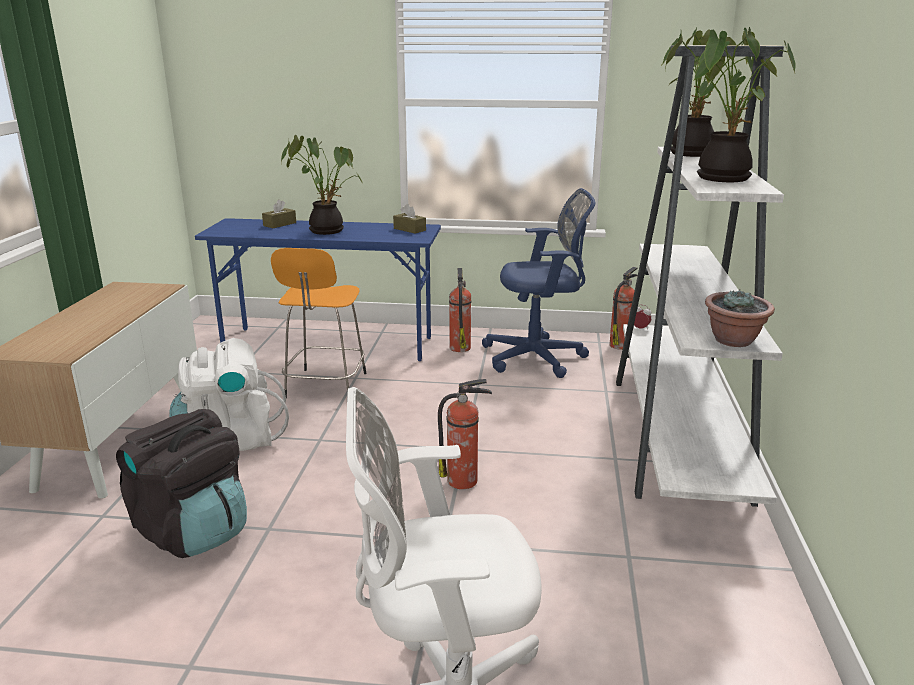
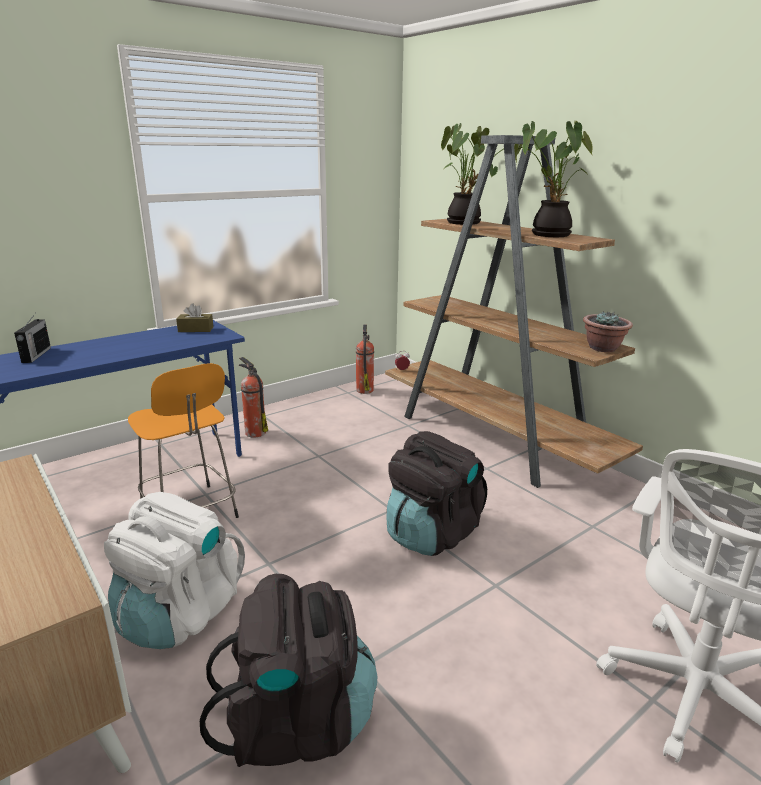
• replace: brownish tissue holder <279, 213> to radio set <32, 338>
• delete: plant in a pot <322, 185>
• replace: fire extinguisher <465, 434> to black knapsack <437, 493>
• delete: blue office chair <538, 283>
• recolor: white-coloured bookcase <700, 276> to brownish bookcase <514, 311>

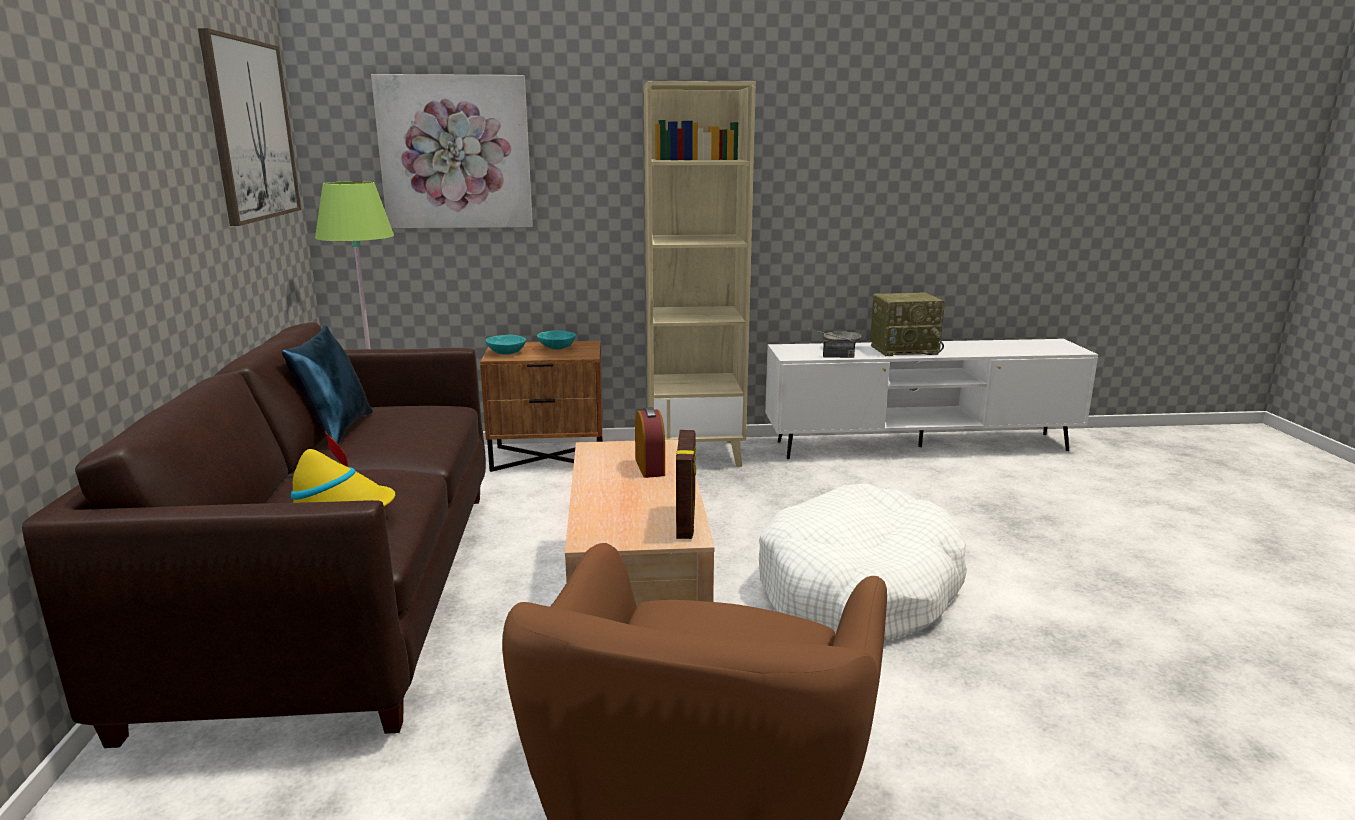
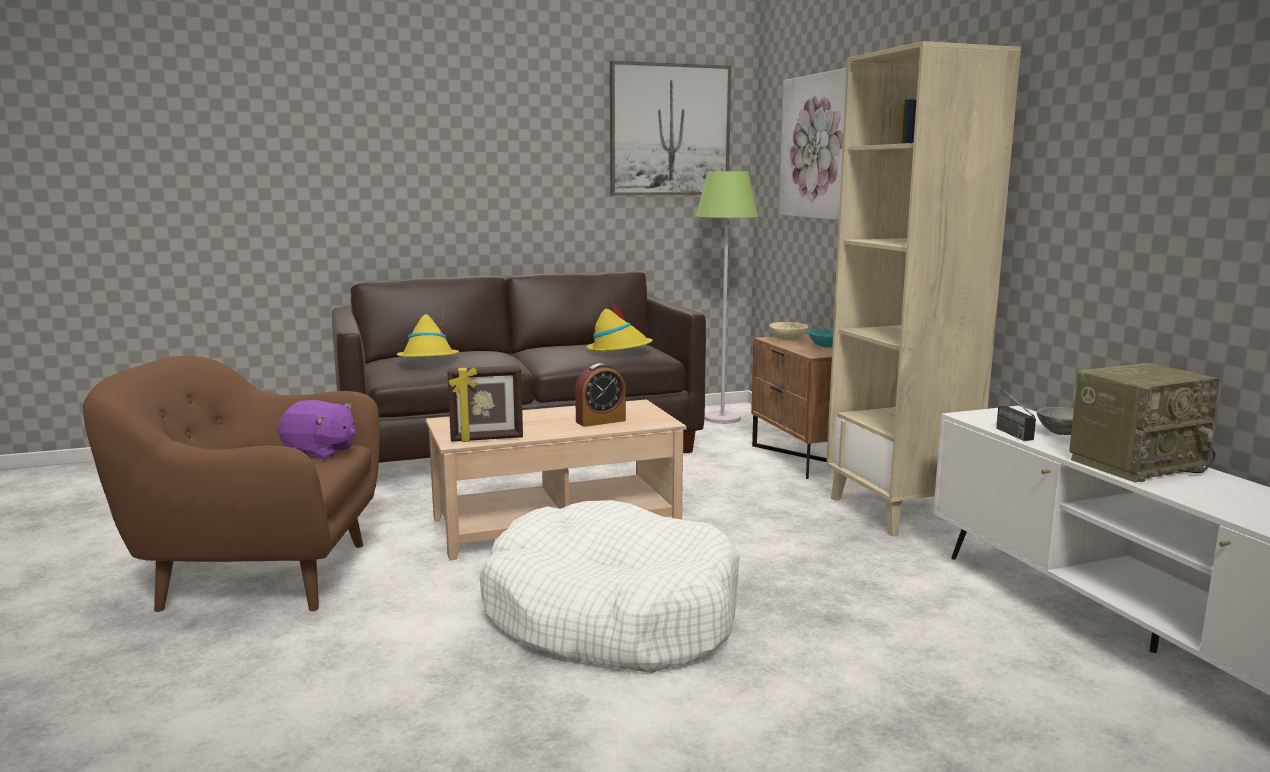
• delete: blue throw pillow <327, 385>
• recolor: blue-green deep dish <506, 345> to beige-coloured deep dish <788, 331>
• rotate: radio set <907, 324> = <1144, 423> 90 degrees counterclockwise
• insert: purple-coloured soft toy <317, 430>
• insert: yellow wearable hat <620, 327>

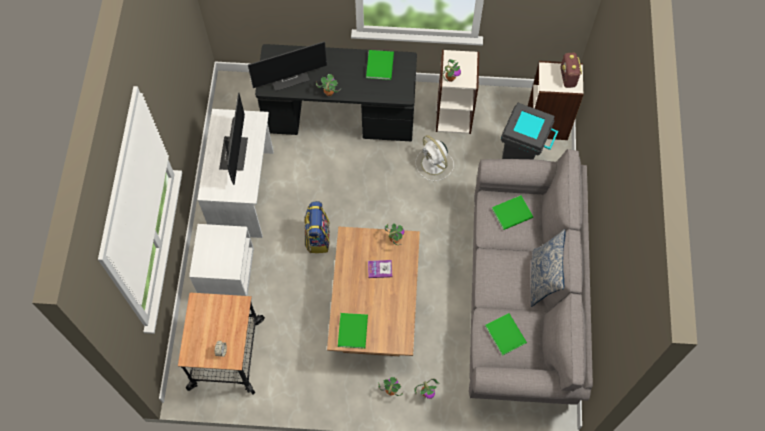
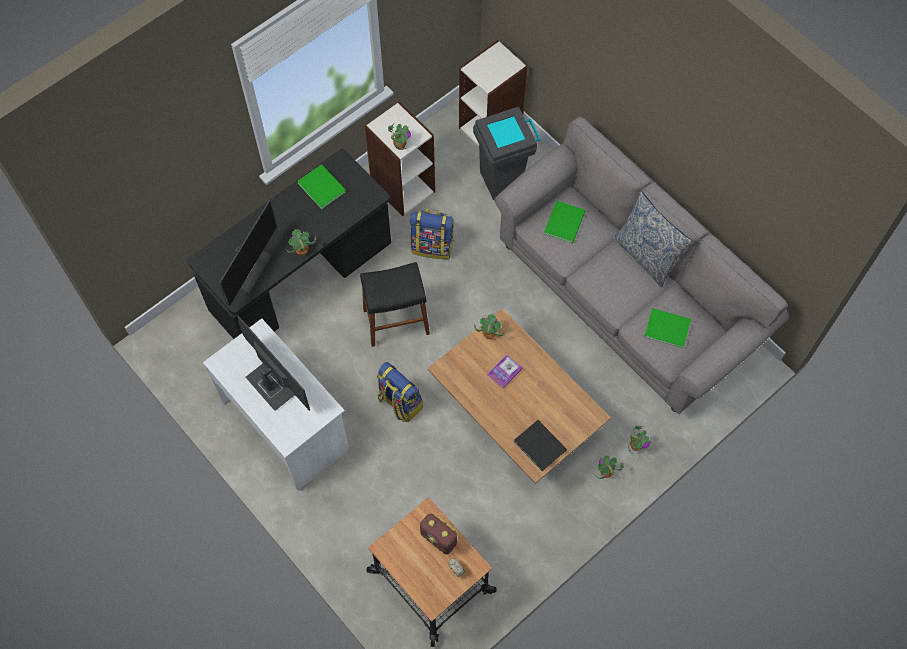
• delete: white-coloured bedside table <221, 260>
• recolor: green book <353, 331> to black book <540, 445>
• replace: white-coloured fan <434, 158> to knapsack <432, 234>
• move: radio set <571, 70> to <438, 534>
• insert: black stool seat <395, 304>

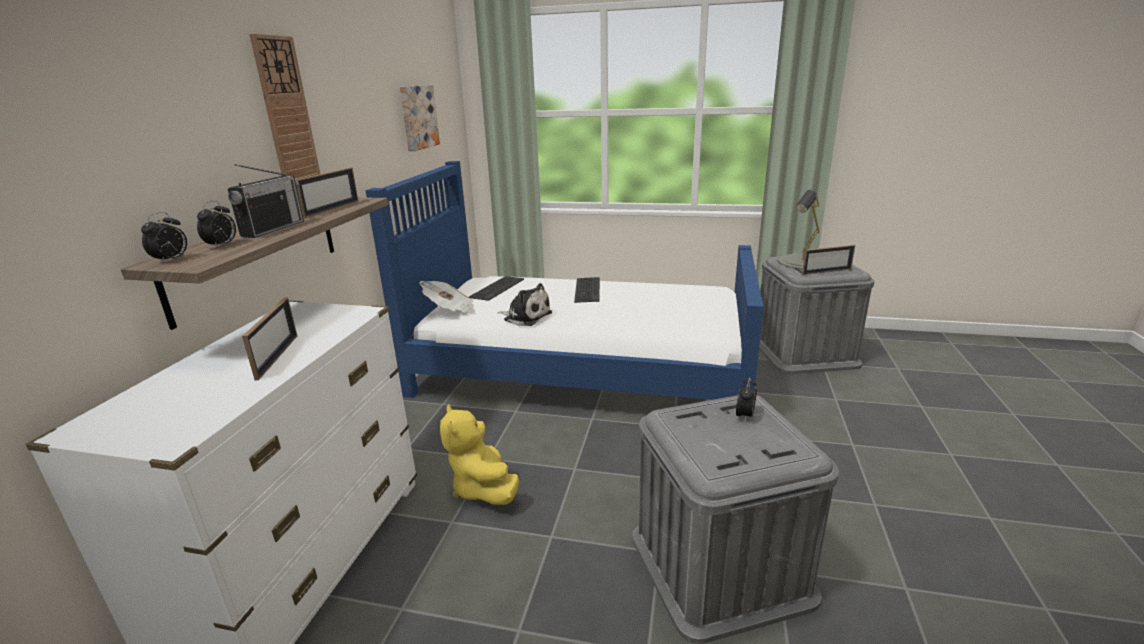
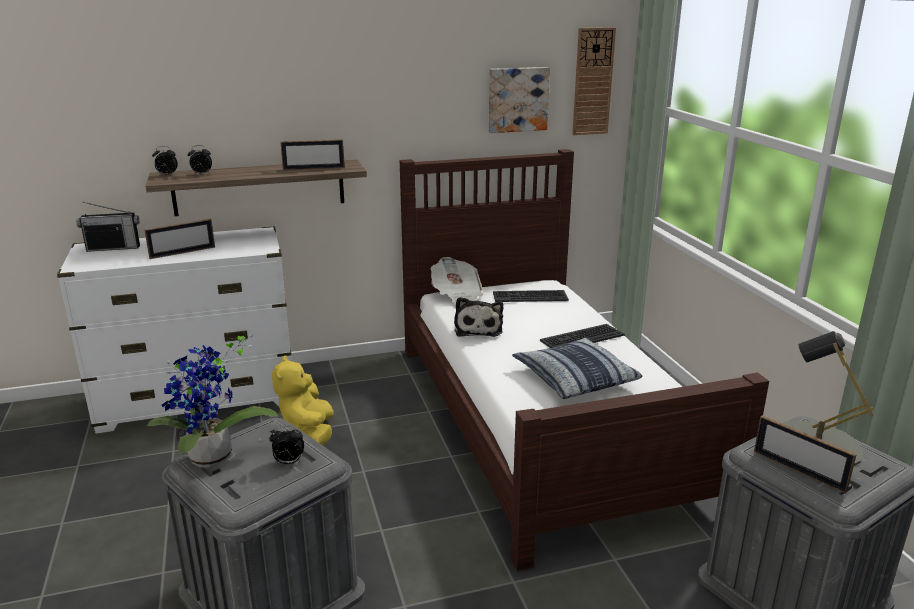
• move: radio set <266, 201> to <108, 227>
• move: hanging clock <284, 106> to <594, 81>
• recolor: blue bed <564, 280> to brownish bed <584, 360>
• rotate: yellow soft toy <479, 455> = <303, 400> 45 degrees counterclockwise
• insert: plant in a pot <212, 401>
• insert: throw pillow <577, 368>

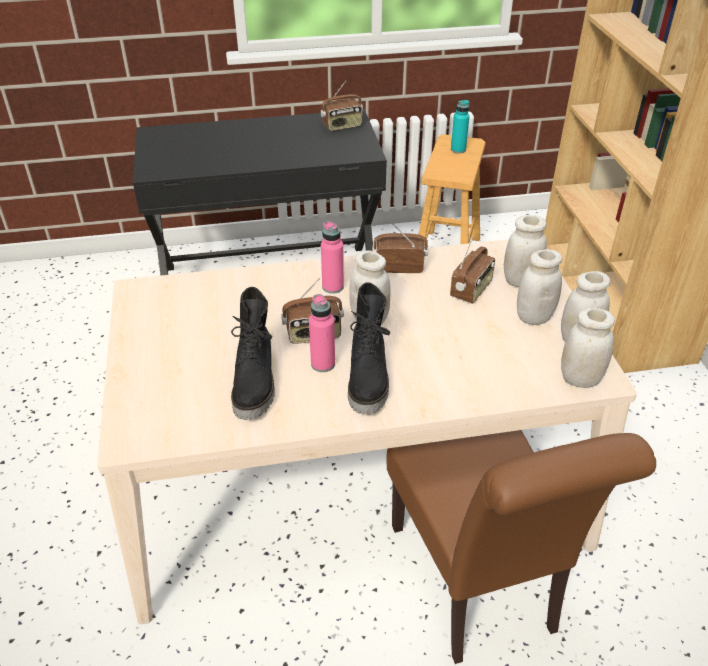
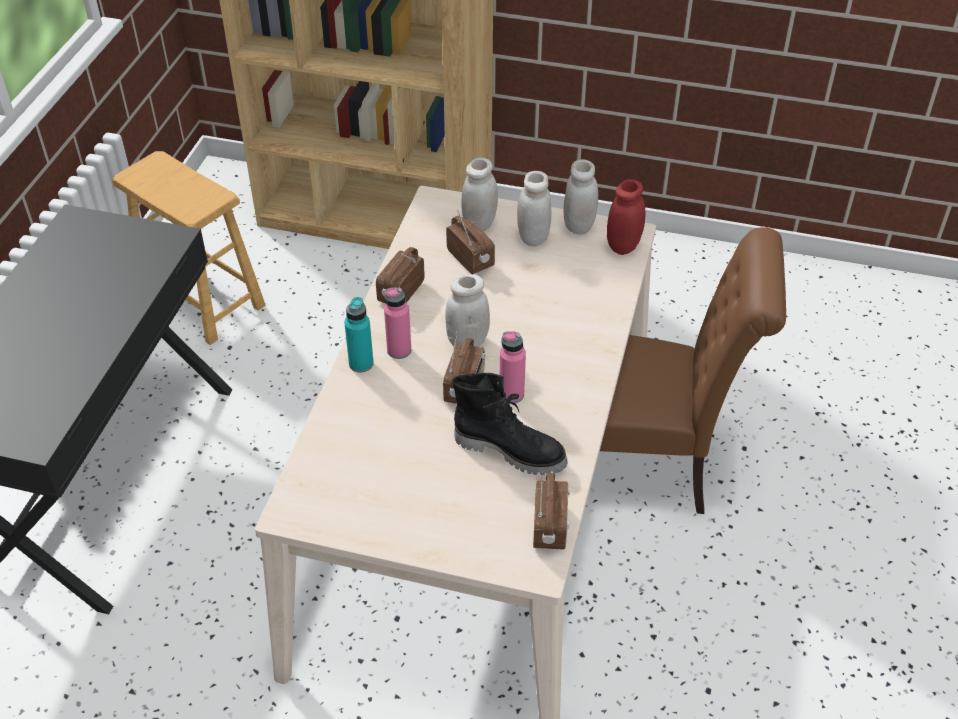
• move: radio set <342, 106> to <551, 510>
• delete: black high-top boot <369, 348>
• move: blue-green bottle <460, 126> to <359, 335>
• recolor: white-coloured jar <588, 348> to reddish jar <626, 217>

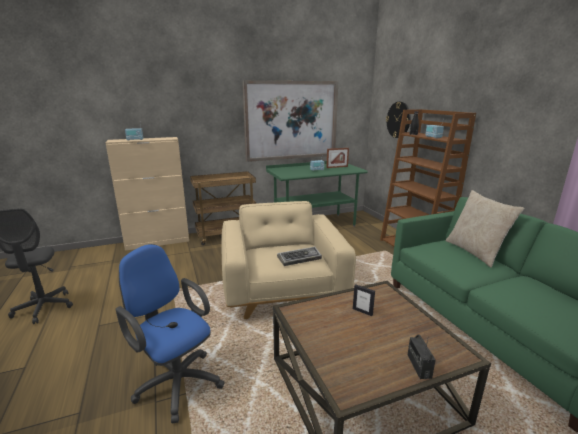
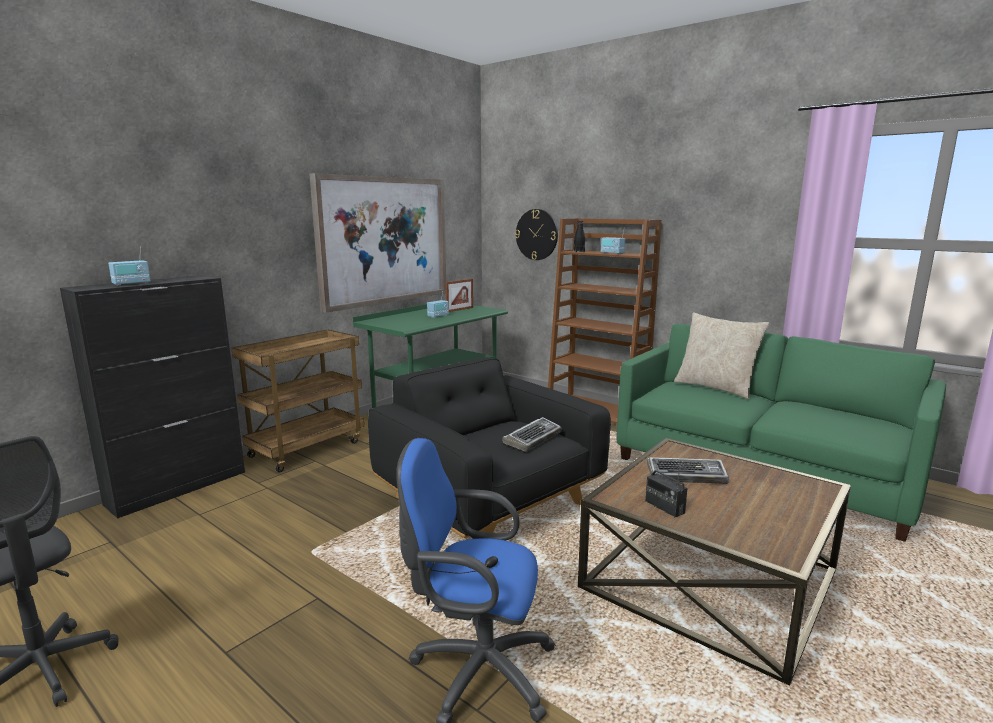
• recolor: beige-coloured storage cabinet <147, 193> to black storage cabinet <152, 397>
• recolor: beige-coloured armchair <288, 260> to black armchair <489, 447>
• replace: standing frame <364, 300> to keyboard <688, 470>
• move: radio set <421, 356> to <666, 491>

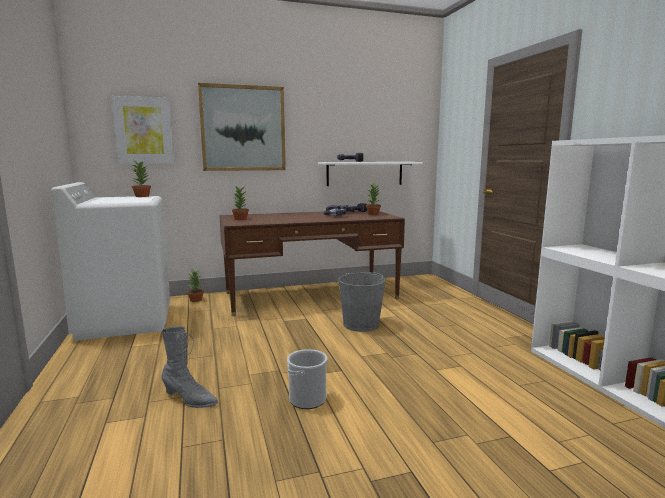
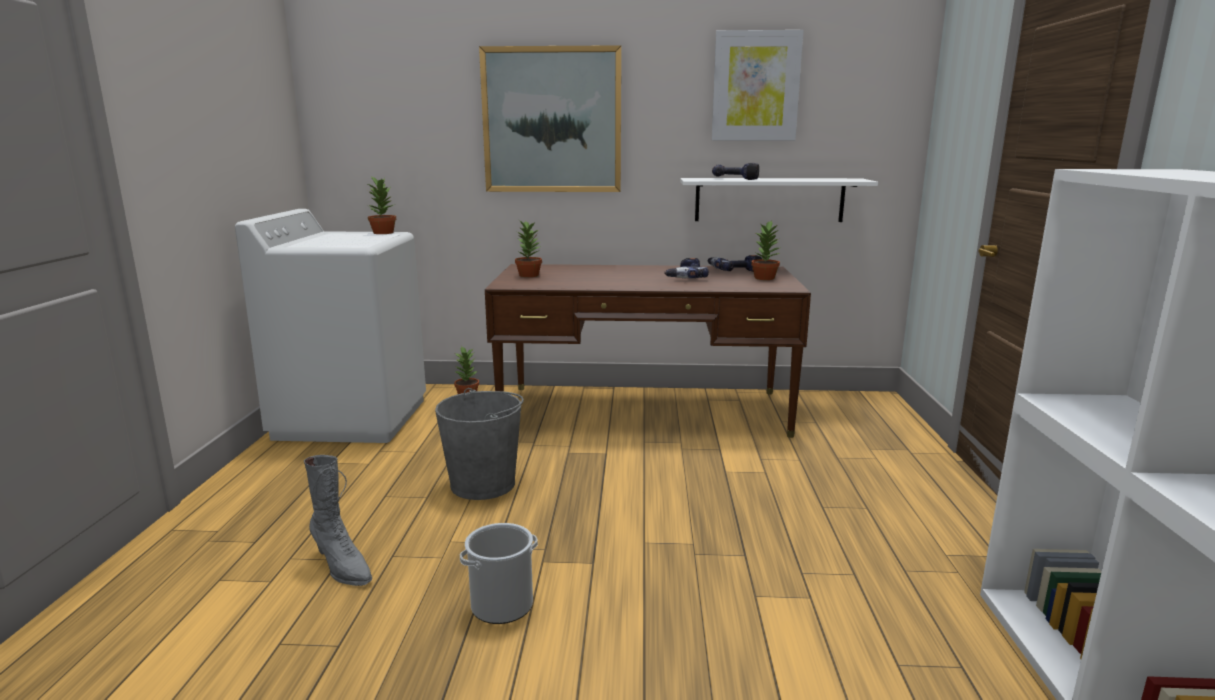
• move: picture <143, 129> to <757, 85>
• move: greyish pail <362, 302> to <479, 444>

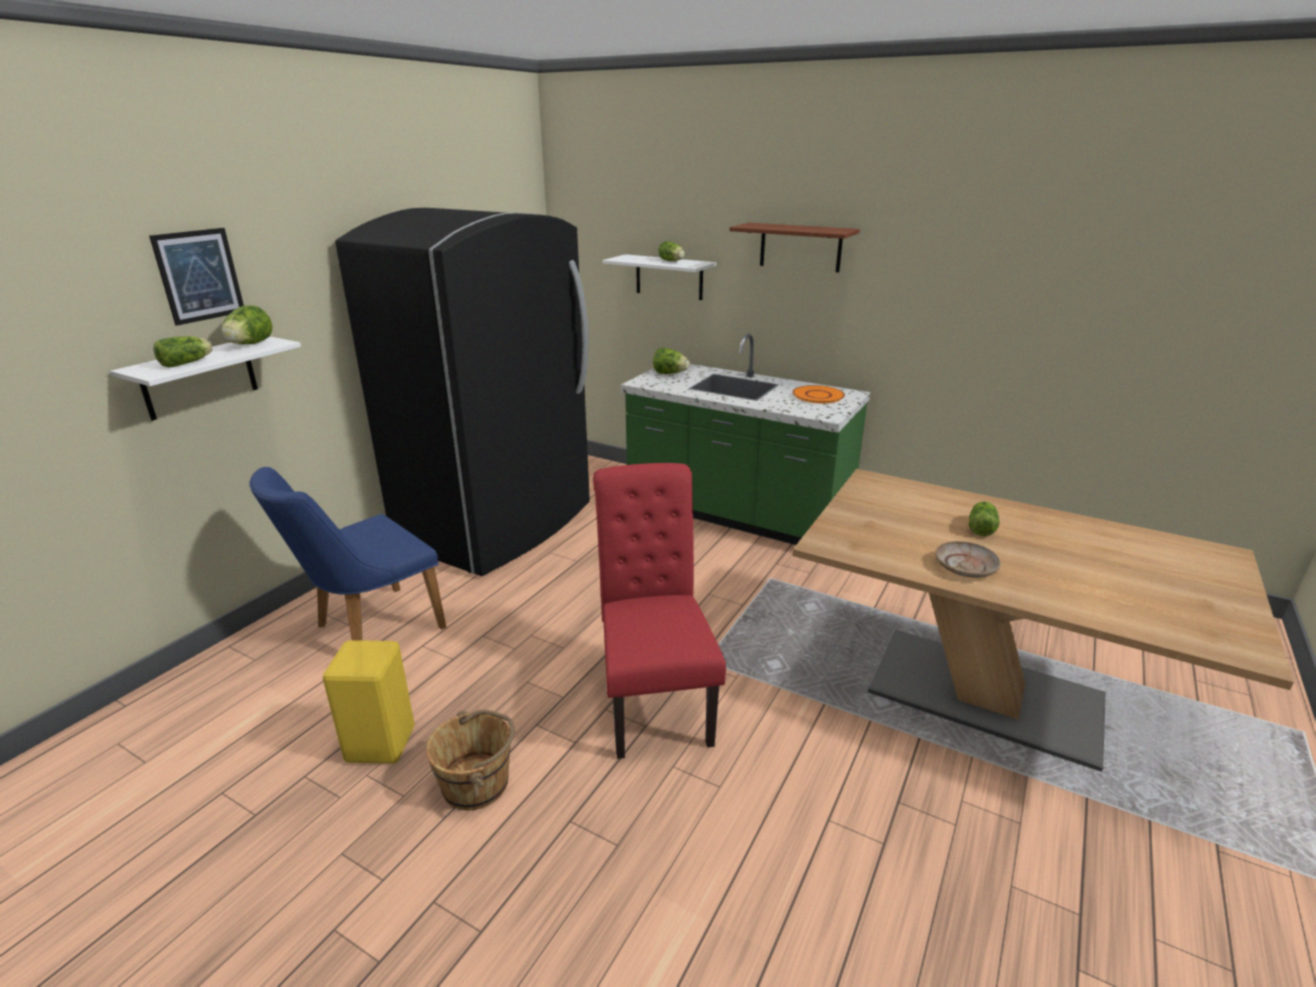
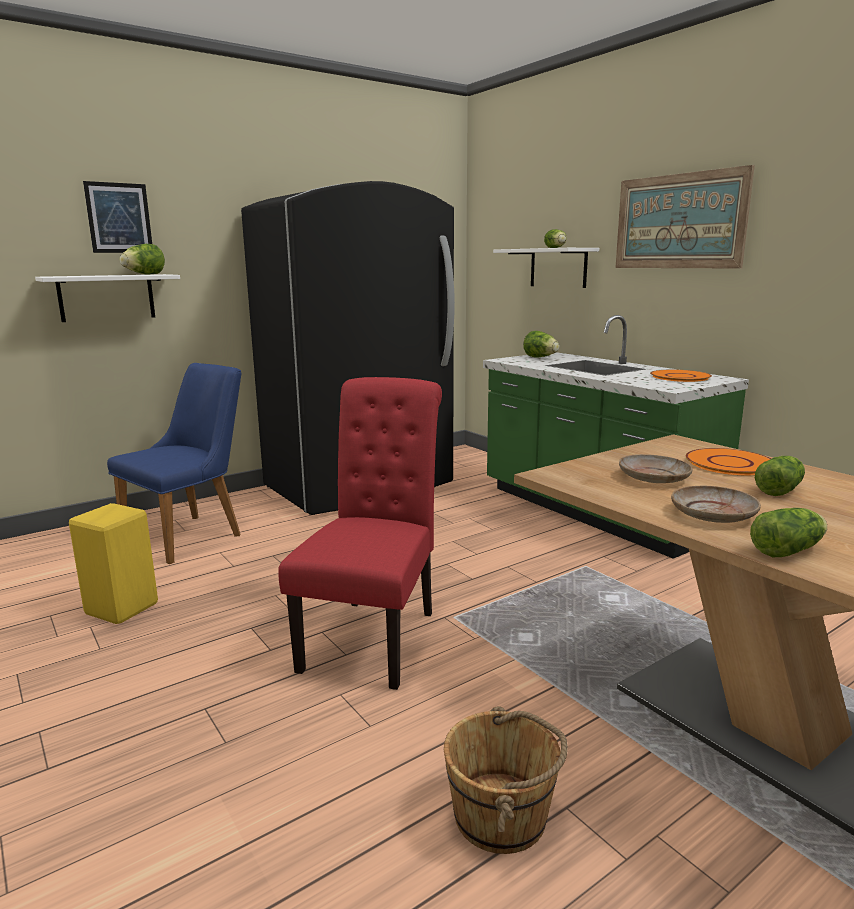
• move: head of lettuce <183, 351> to <788, 532>
• rotate: blue plain chair <347, 554> = <174, 463> 150 degrees clockwise
• move: brownish pail <470, 760> to <506, 780>
• replace: brownish wall shelf <794, 248> to picture <685, 217>
• insert: beige-coloured plate <655, 468>
• insert: orange-coloured plate <728, 461>

